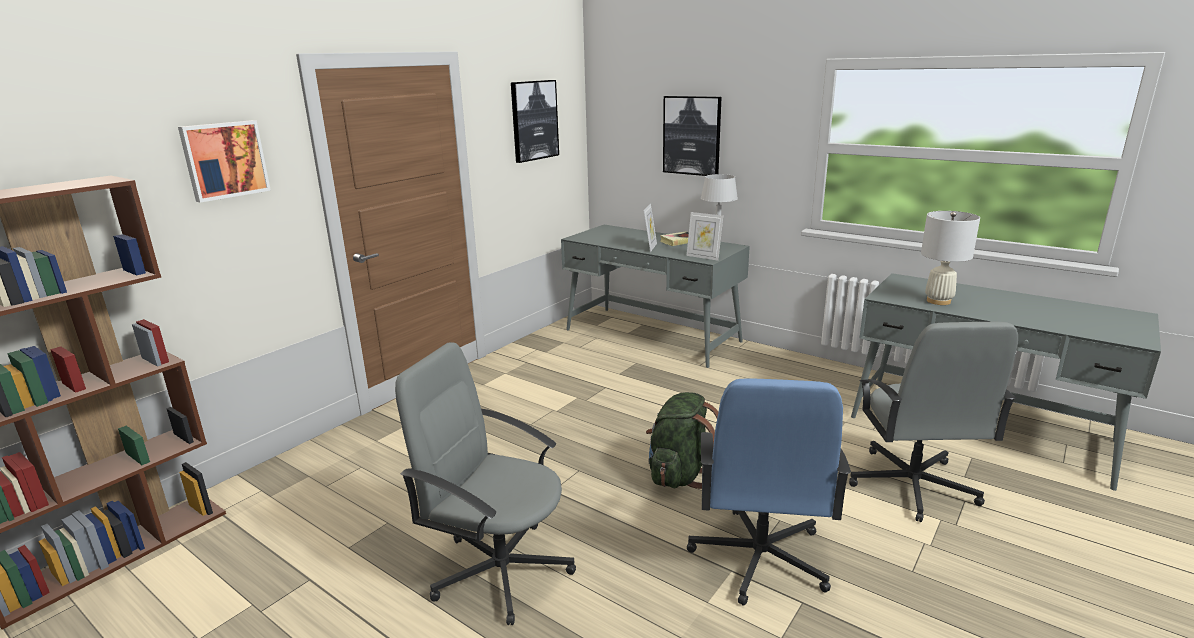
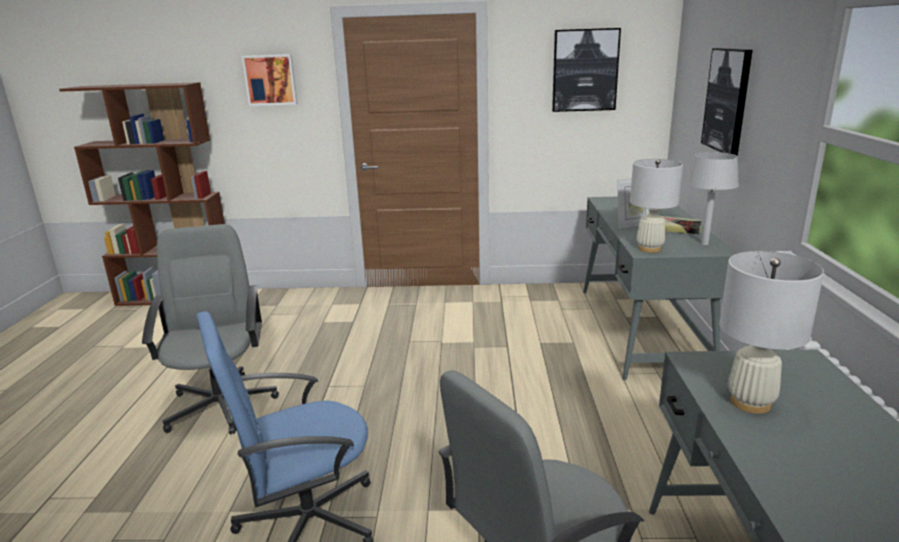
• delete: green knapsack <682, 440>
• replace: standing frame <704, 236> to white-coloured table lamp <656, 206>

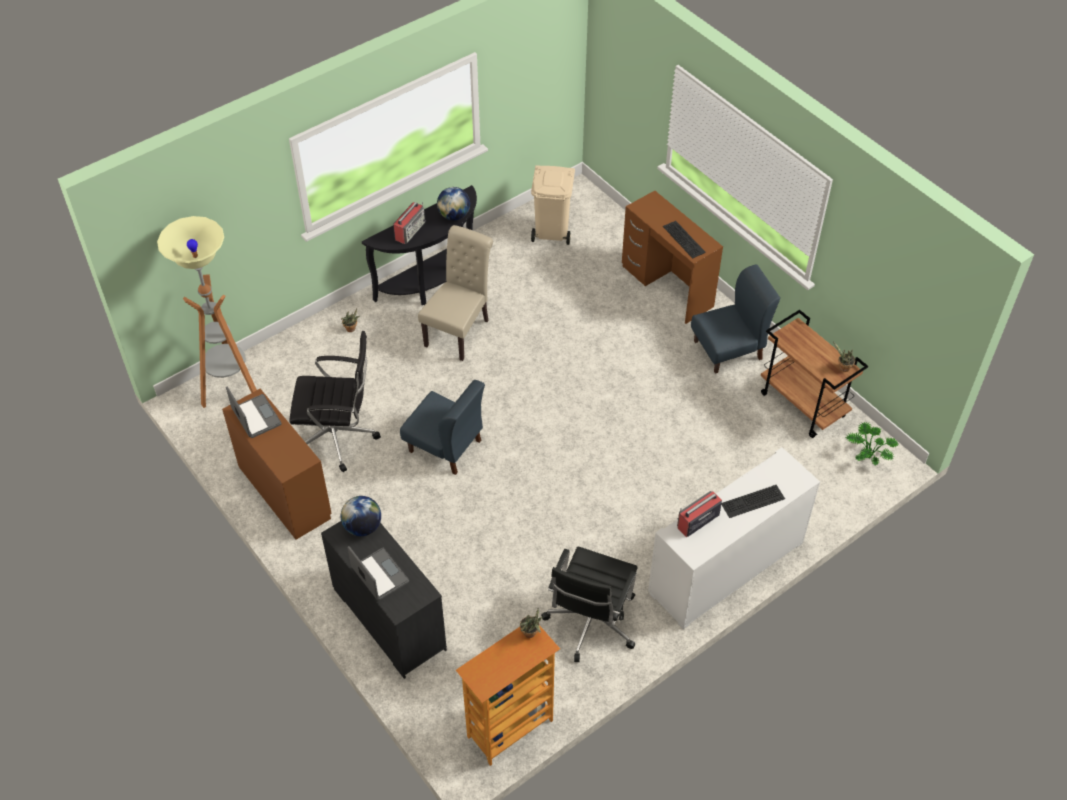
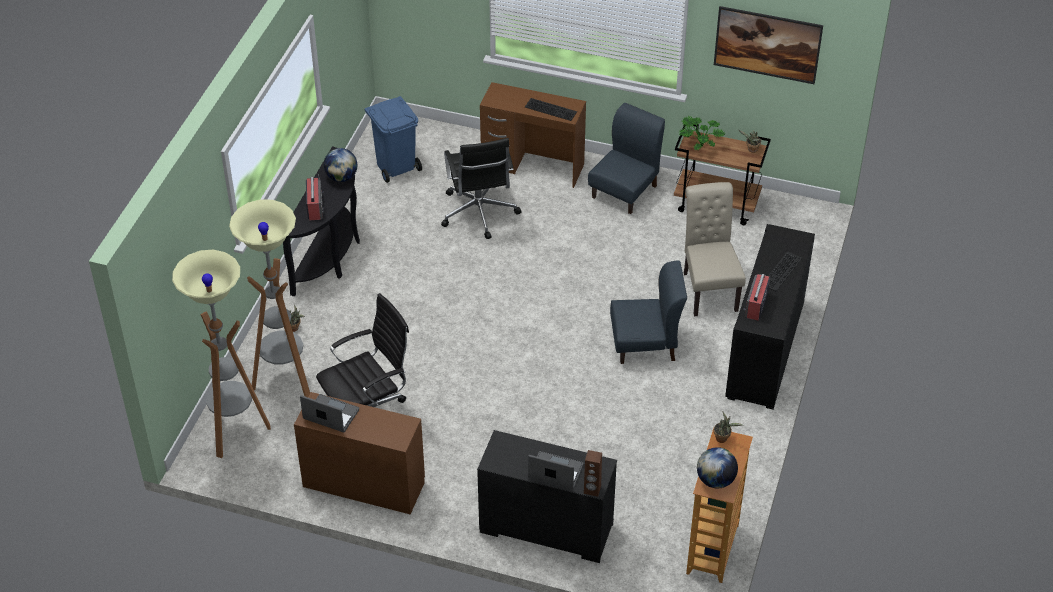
• move: world globe <361, 516> to <717, 467>
• move: blue plain chair <442, 427> to <648, 312>
• move: beige-coloured plain chair <455, 293> to <715, 249>
• recolor: beige-coloured rubbish bin <553, 205> to blue rubbish bin <393, 139>
• move: black office chair <589, 604> to <481, 188>
• recolor: white-coloured storage cabinet <734, 538> to black storage cabinet <770, 317>
• move: plant in a pot <872, 444> to <702, 133>
• insert: standing lamp <269, 298>
• insert: brownish audio speaker <593, 473>
• insert: picture <768, 45>

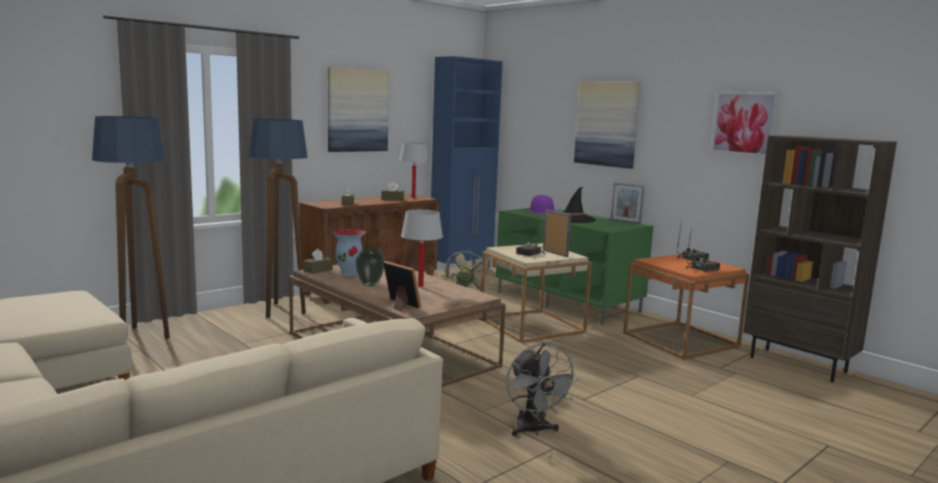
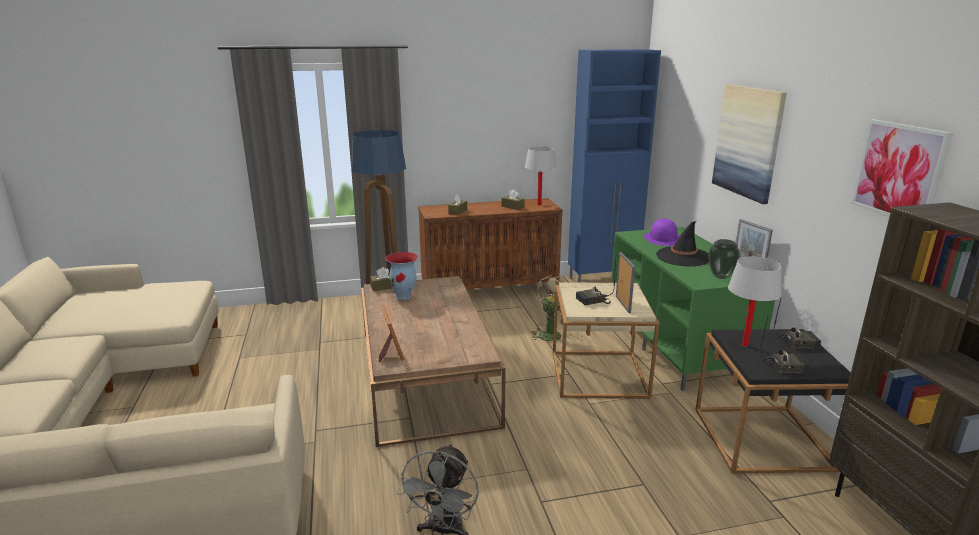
• delete: standing lamp <131, 227>
• delete: picture <358, 109>
• move: vase <370, 266> to <724, 259>
• move: white-coloured table lamp <422, 248> to <755, 302>
• recolor: orange-coloured end table <686, 307> to black end table <773, 401>

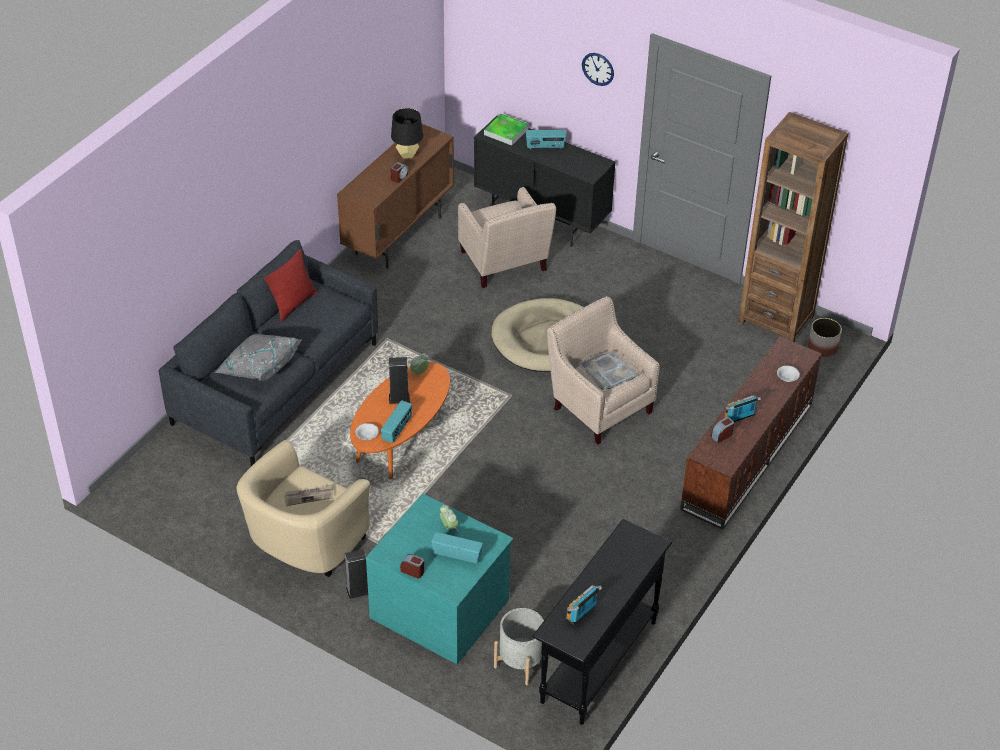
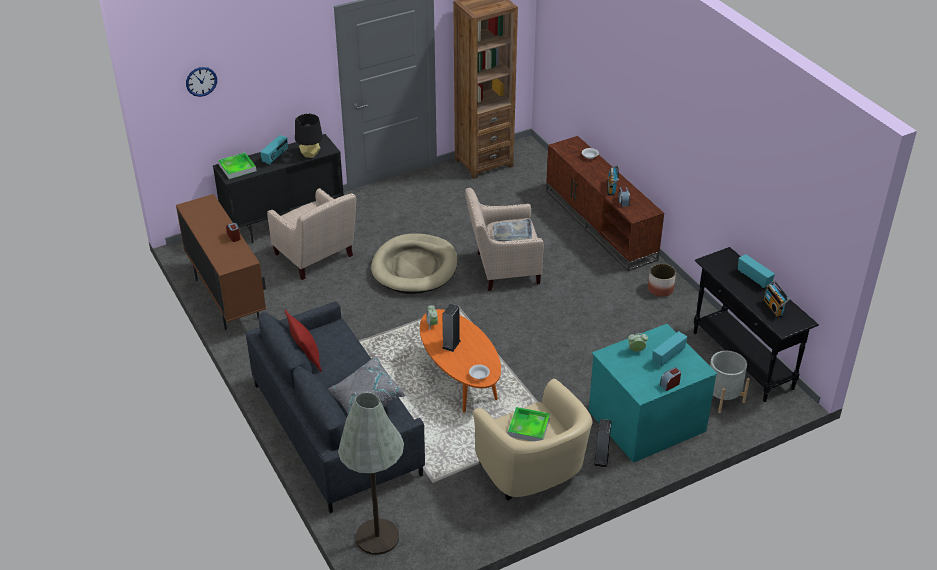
• replace: printed paper <308, 495> to tray <529, 424>
• move: radio set <396, 421> to <756, 271>
• move: black table lamp <407, 133> to <309, 136>
• rotate: beige-coloured armchair <507, 237> = <311, 234> 45 degrees clockwise
• move: hanging clock <598, 69> to <201, 82>
• move: planter <825, 337> to <662, 280>
• insert: greyish standing lamp <371, 474>

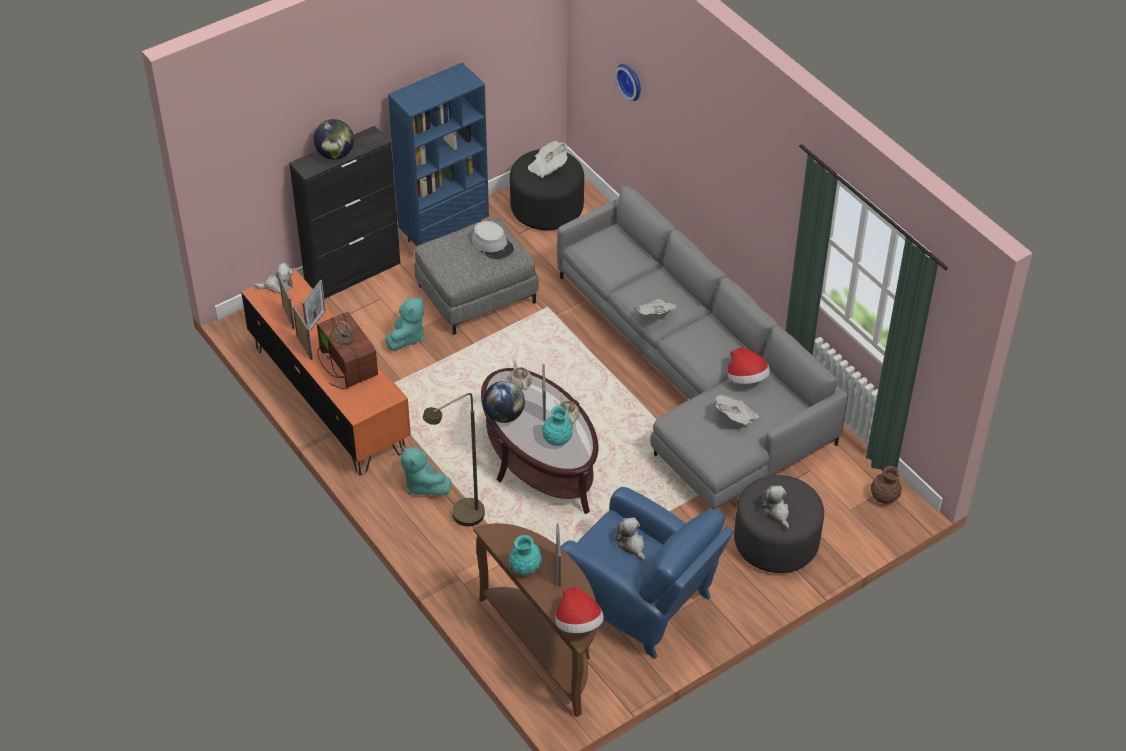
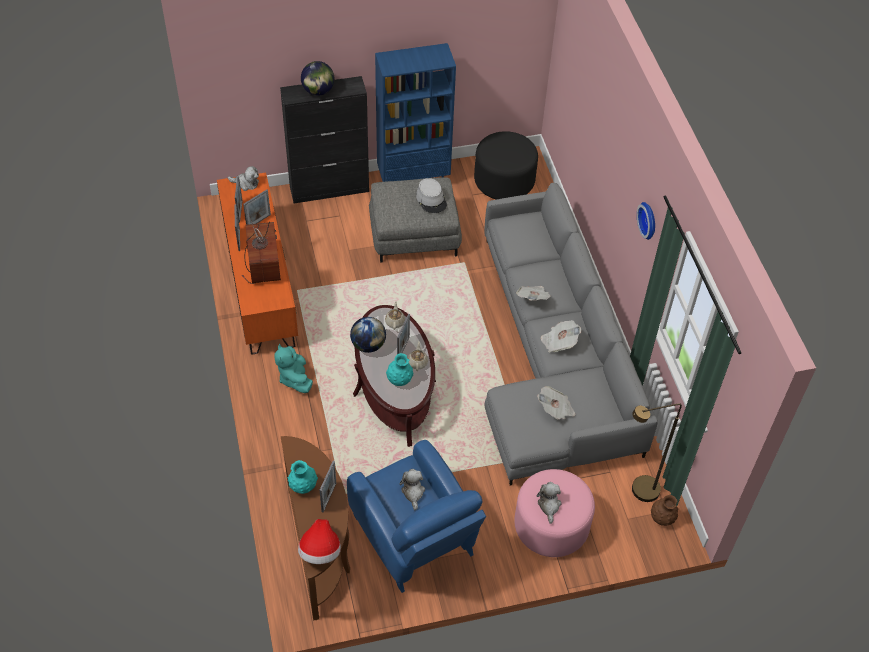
• delete: blue-green soft toy <404, 323>
• move: brownish standing lamp <454, 459> to <657, 453>
• move: printed paper <548, 159> to <561, 336>
• move: hanging clock <628, 82> to <646, 221>
• delete: wearable hat <748, 366>
• recolor: greyish pouffe <779, 524> to pinkish pouffe <554, 513>

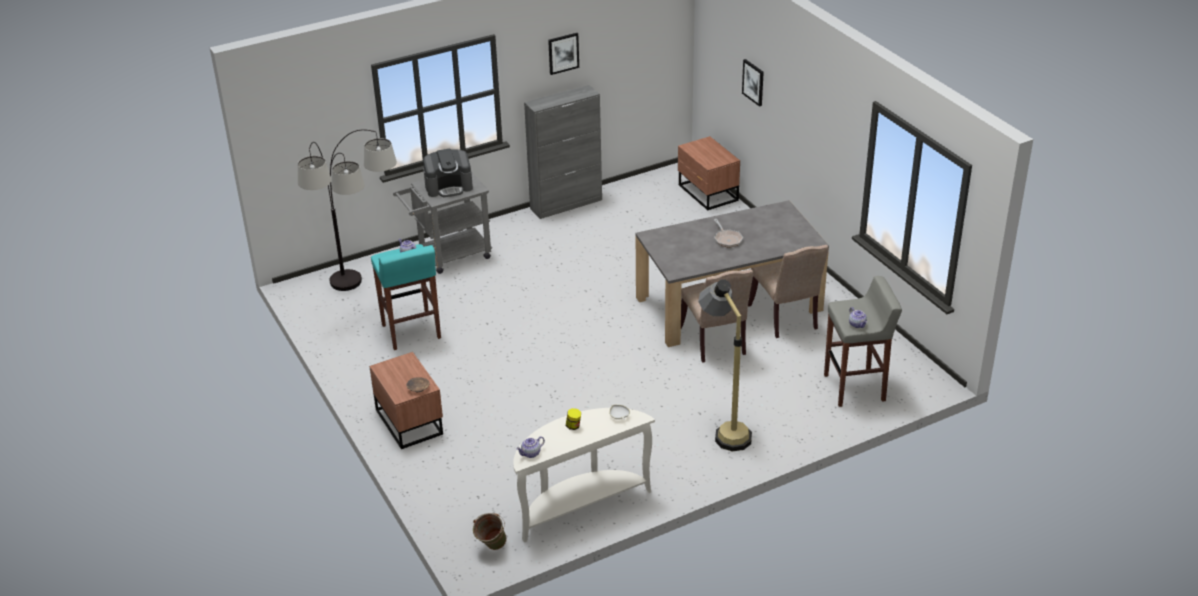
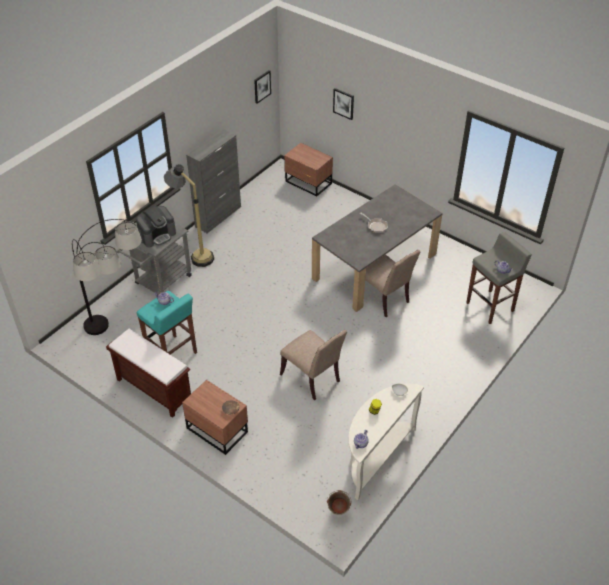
• move: picture <563, 54> to <262, 87>
• move: standing lamp <725, 365> to <189, 215>
• move: beige-coloured plain chair <788, 291> to <313, 365>
• insert: brownish long seat <148, 373>

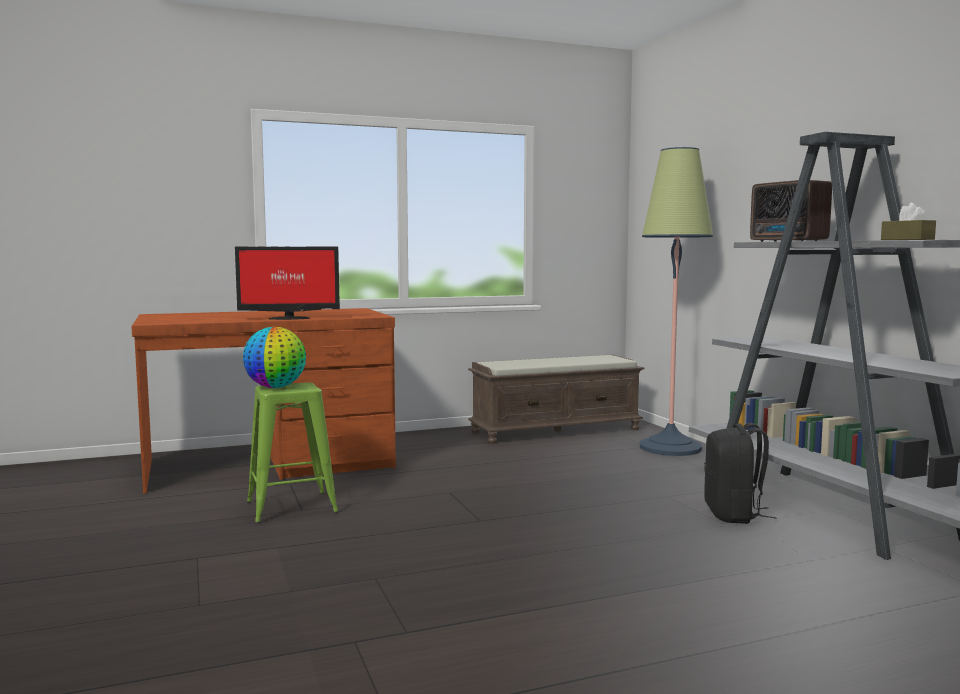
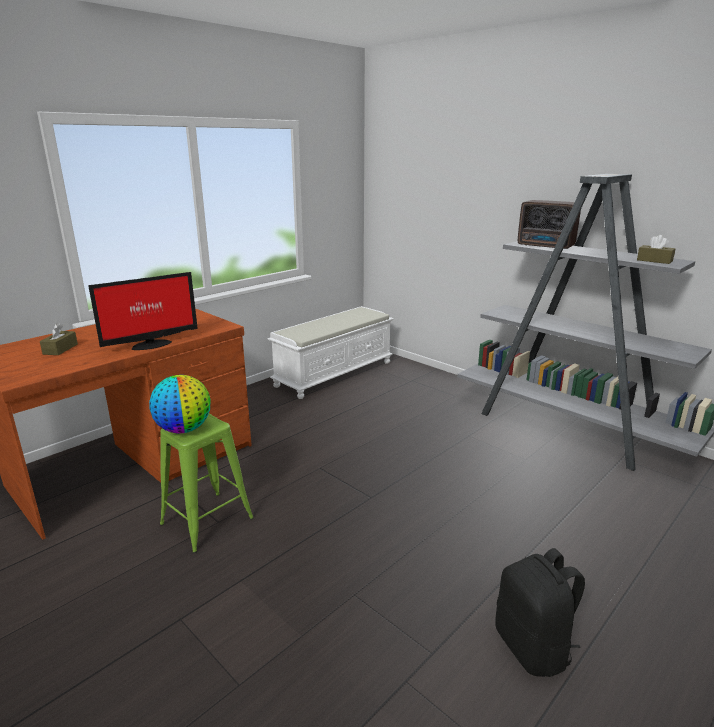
• recolor: brownish long seat <556, 399> to white-coloured long seat <330, 352>
• delete: standing lamp <676, 301>
• move: black knapsack <740, 473> to <540, 612>
• insert: brownish tissue holder <59, 339>

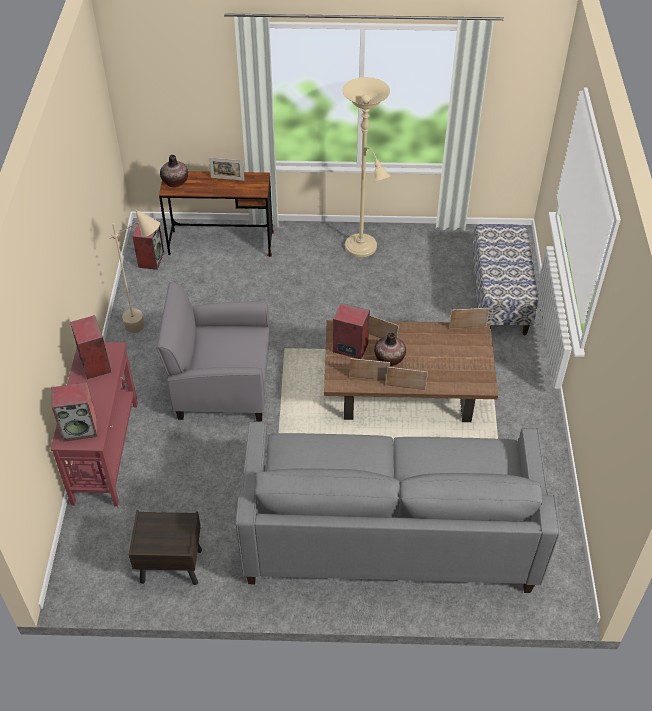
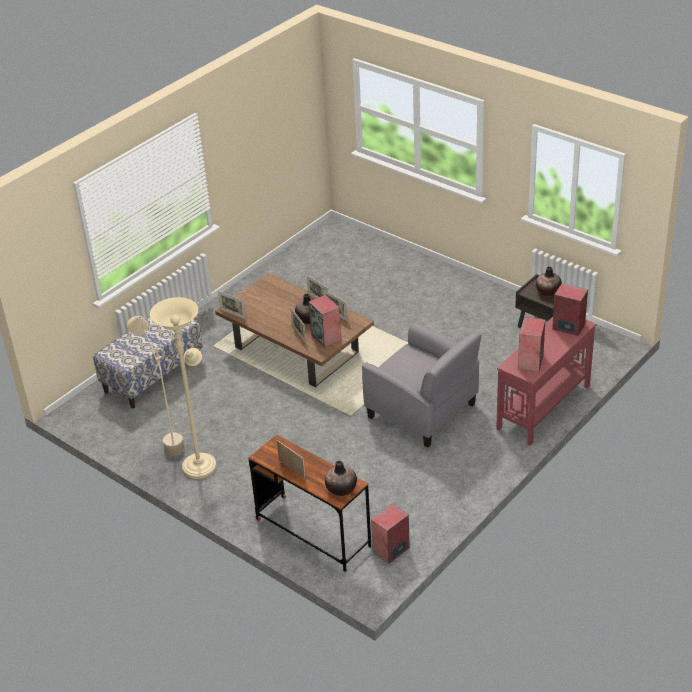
• move: beige-coloured standing lamp <134, 271> to <155, 386>
• delete: greyish sofa <398, 507>
• insert: vase <549, 281>

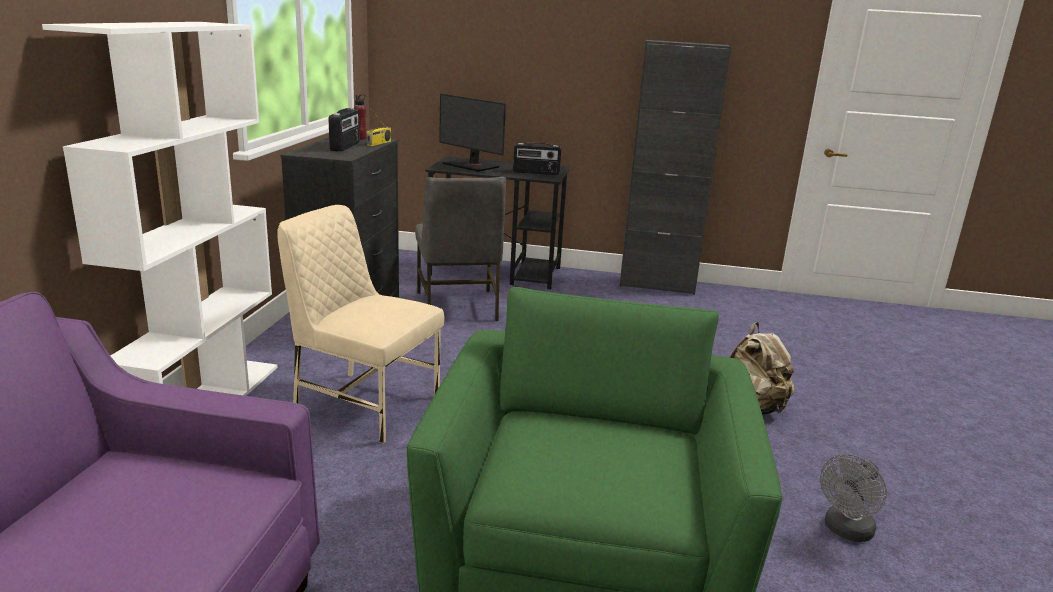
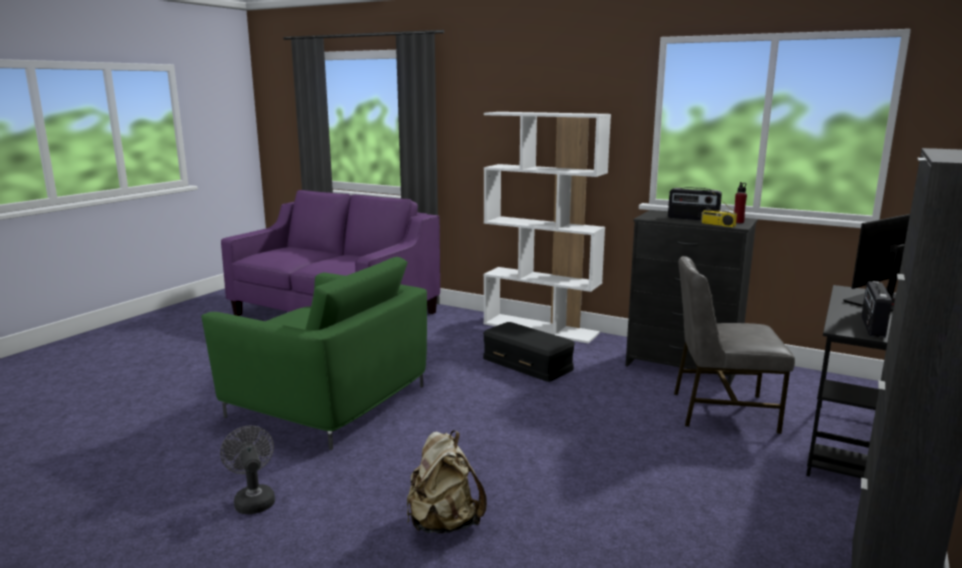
• replace: beige-coloured plain chair <360, 324> to black storage box <529, 352>

